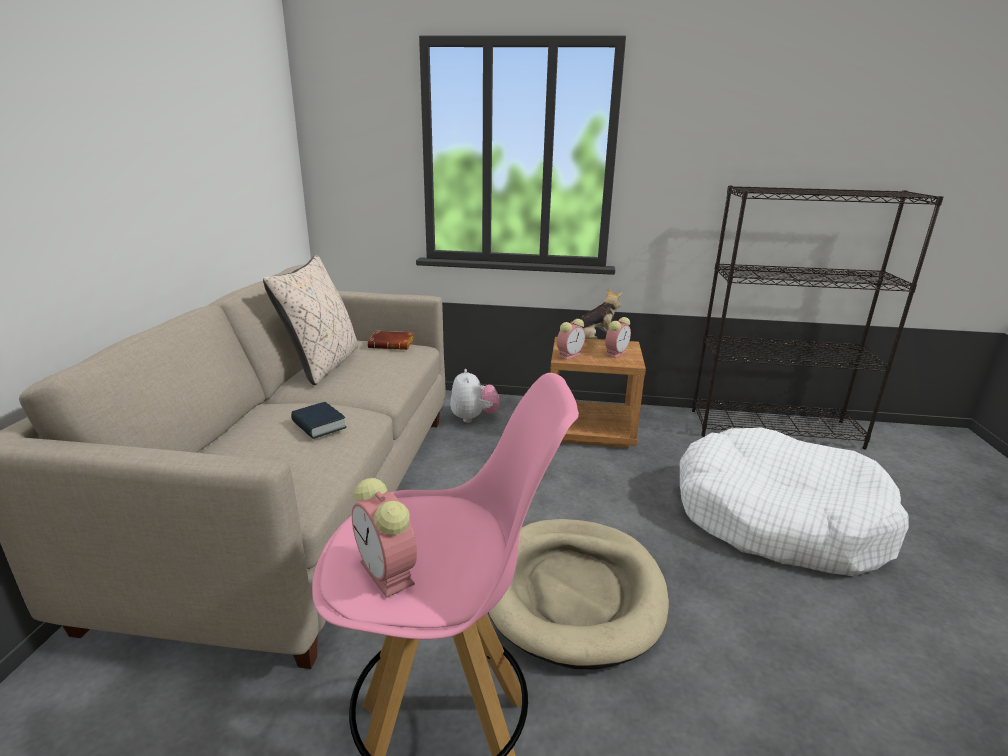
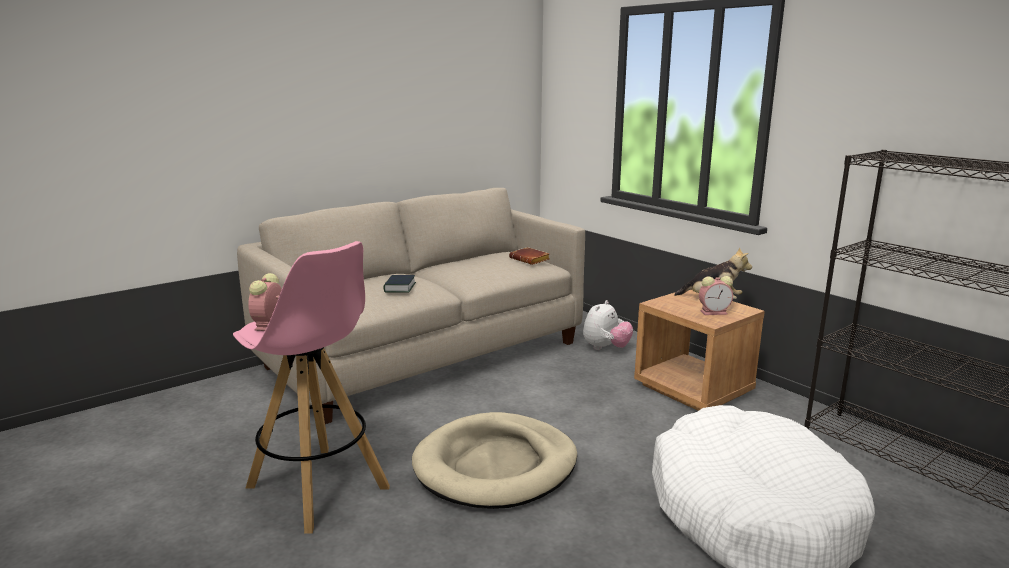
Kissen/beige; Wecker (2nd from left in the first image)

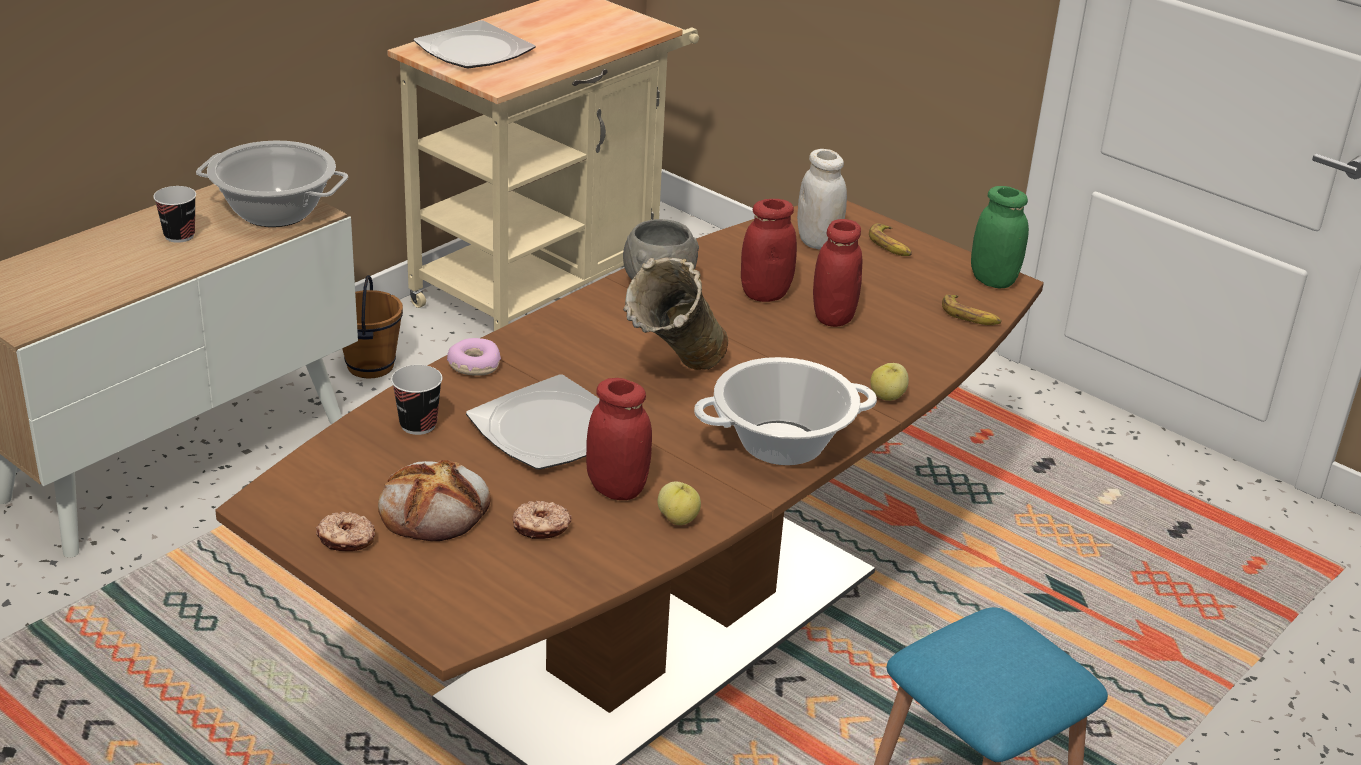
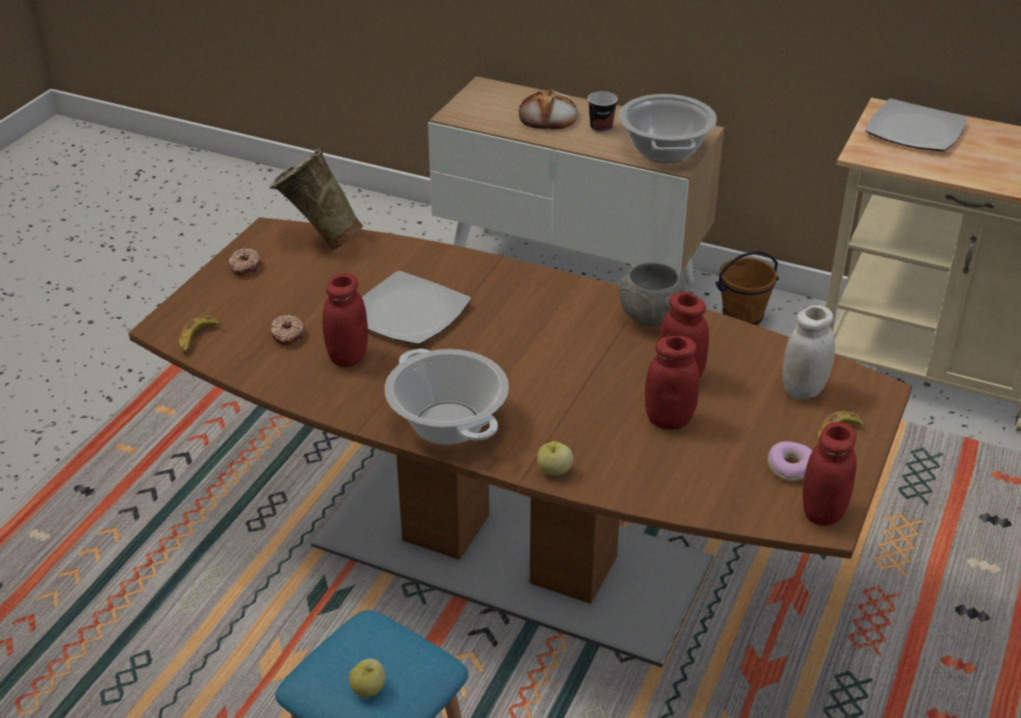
Banane (1st from left); Vase/beige; Apfel (1st from left); Brot; Donut (3rd from left); Vorratsglas/rot (4th from left); Tasse (2nd from left in the first image)

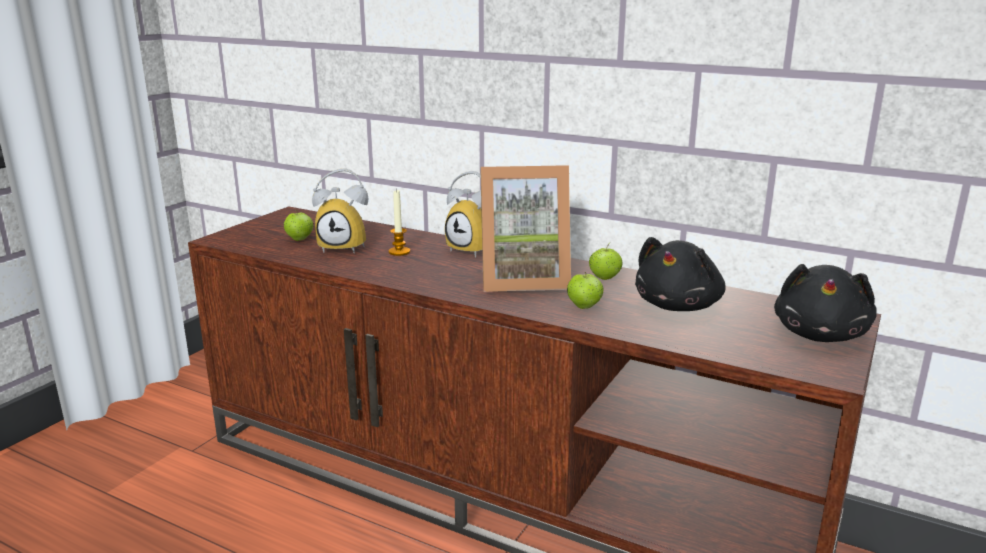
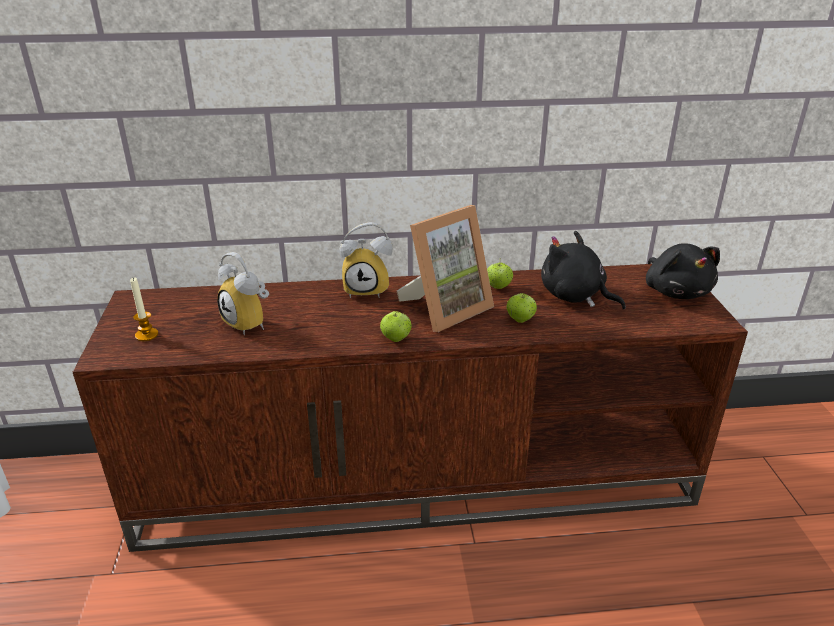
Kerze; Wecker (1st from left); Apfel (1st from left); Plüschtier/schwarz (1st from left)

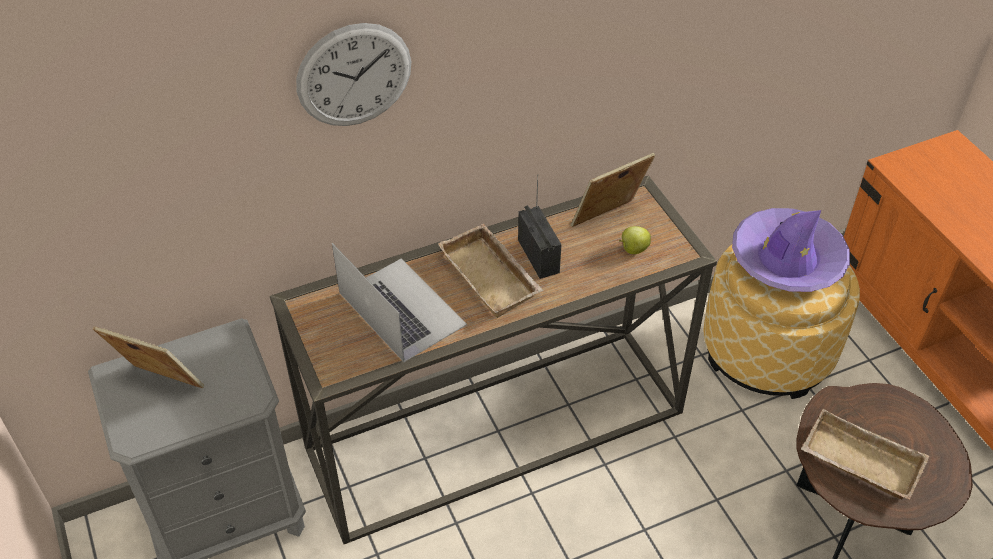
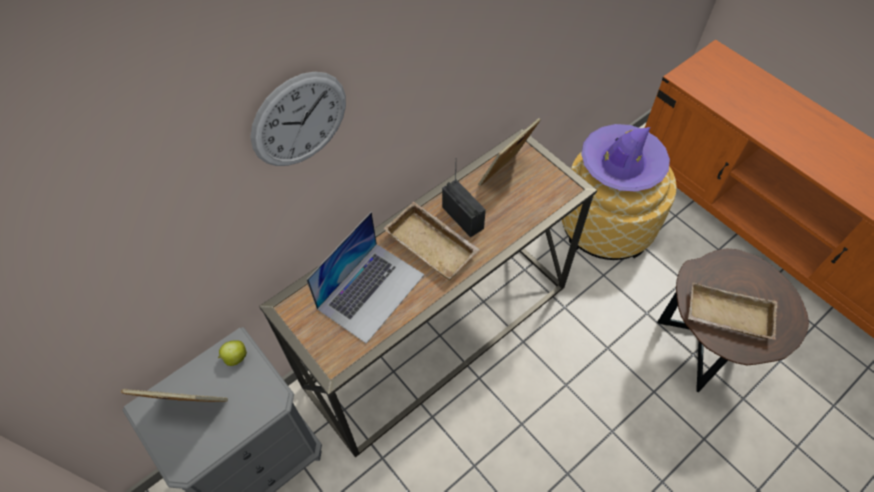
Apfel; Laptop

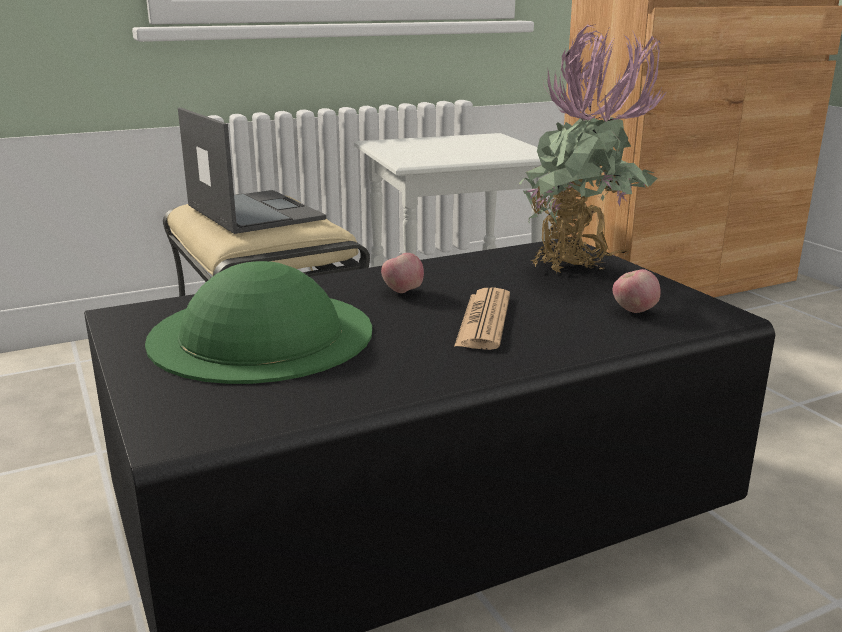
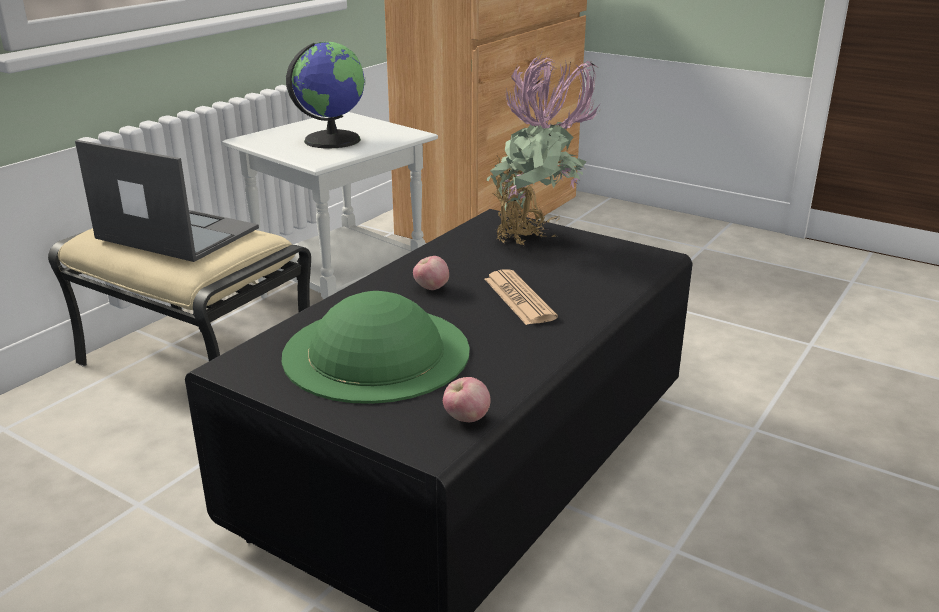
Globus; Apfel (2nd from left)

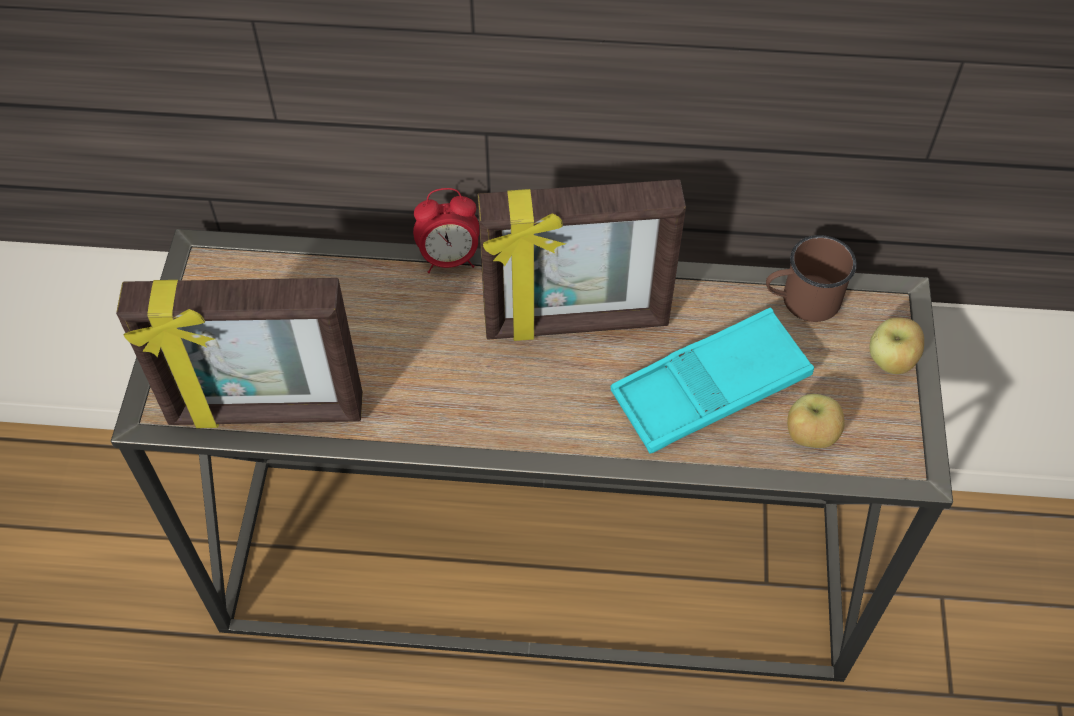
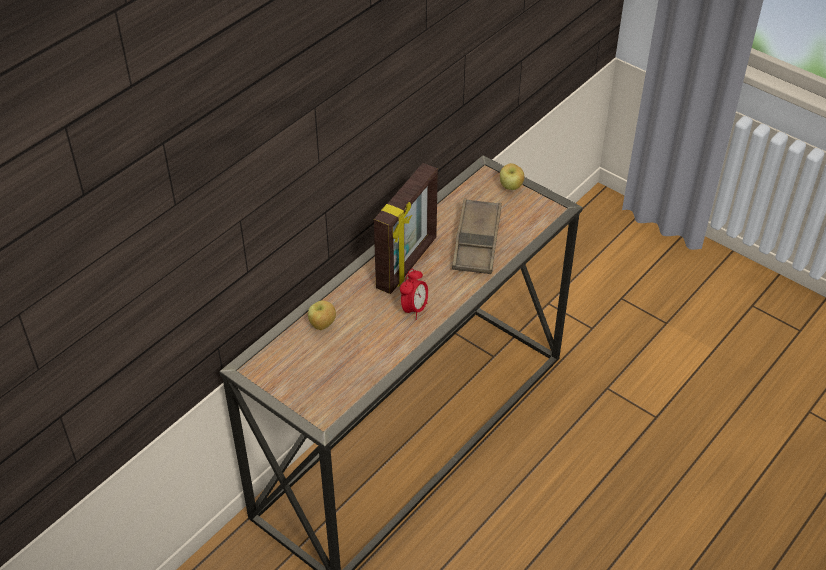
Apfel (1st from left); Wecker; Tablett/braun; Bilderrahmen (1st from left in the first image); Henkelbecher/braun

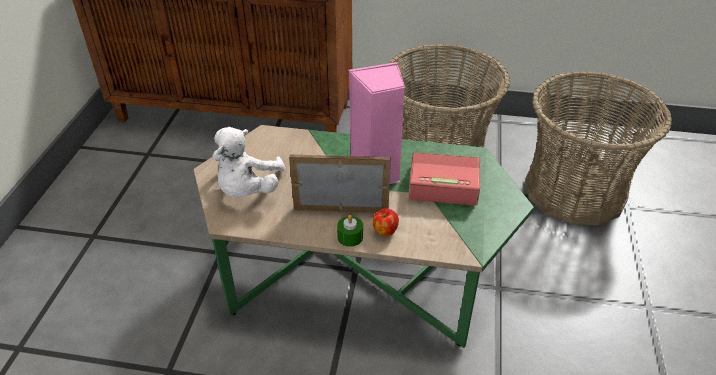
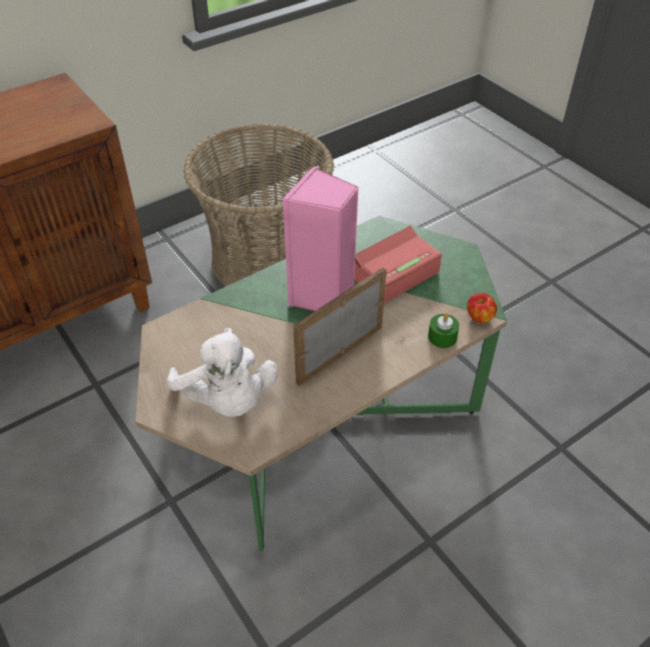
Kerze/grün; Apfel; Korb (2nd from left in the first image)

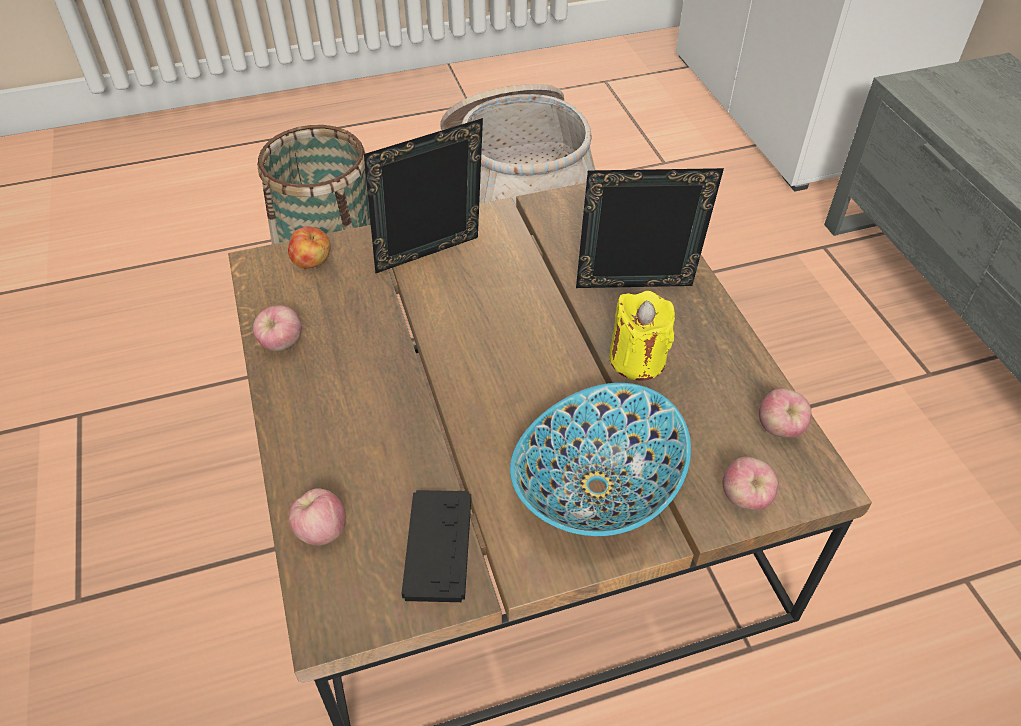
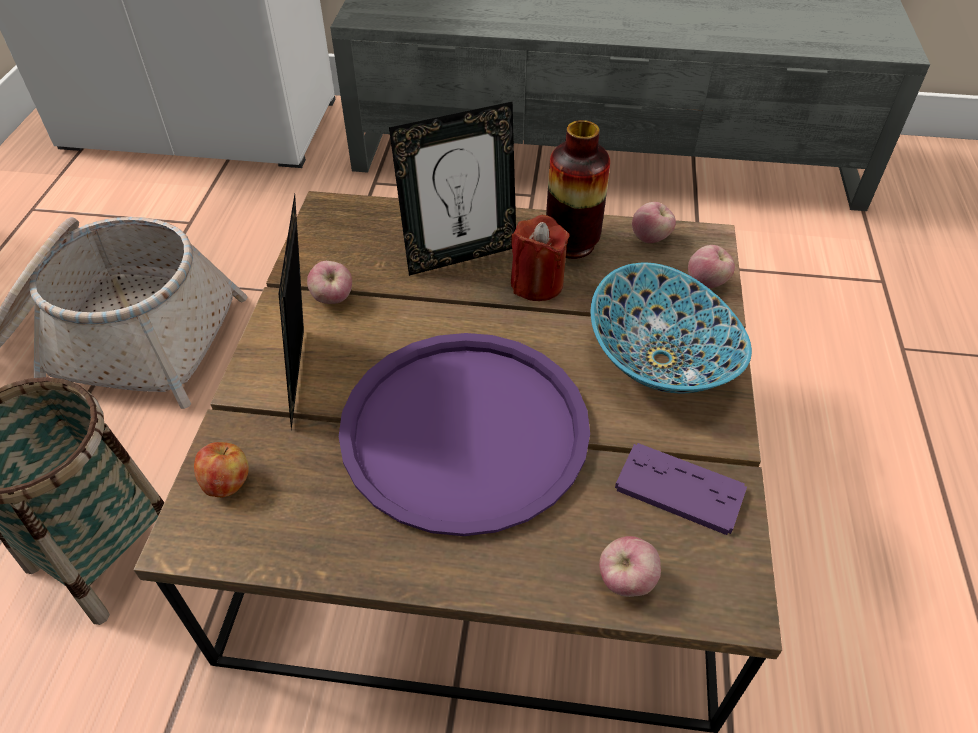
Apfel (2nd from left); Tablett/lila; Bilderrahmen (2nd from left); Kerze/rot; Vase; Gamepad/lila

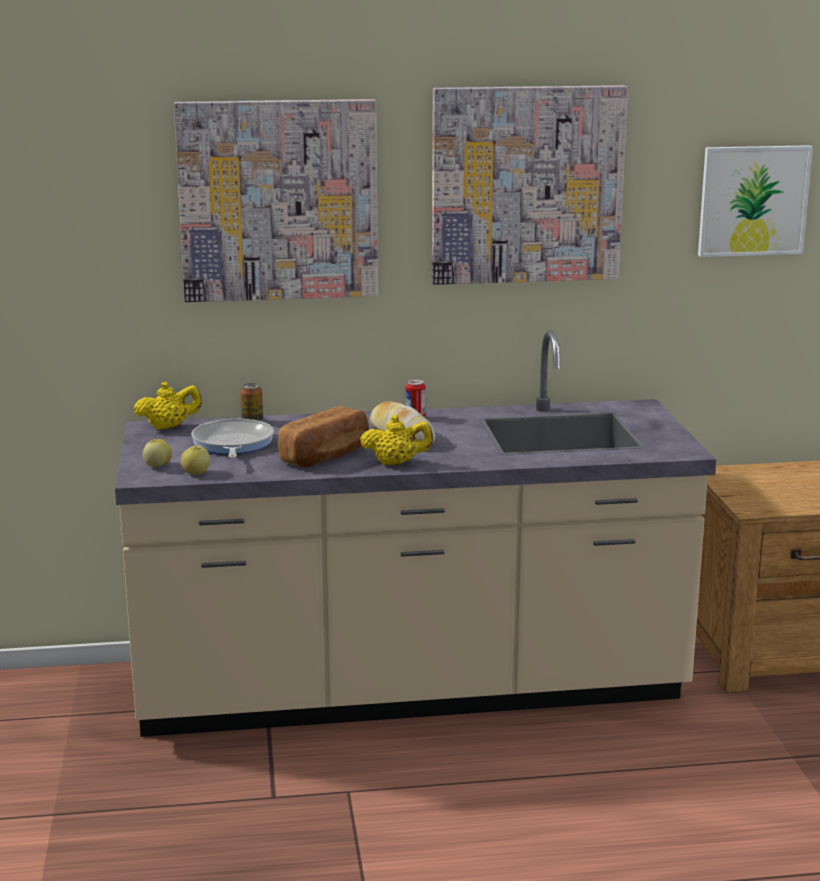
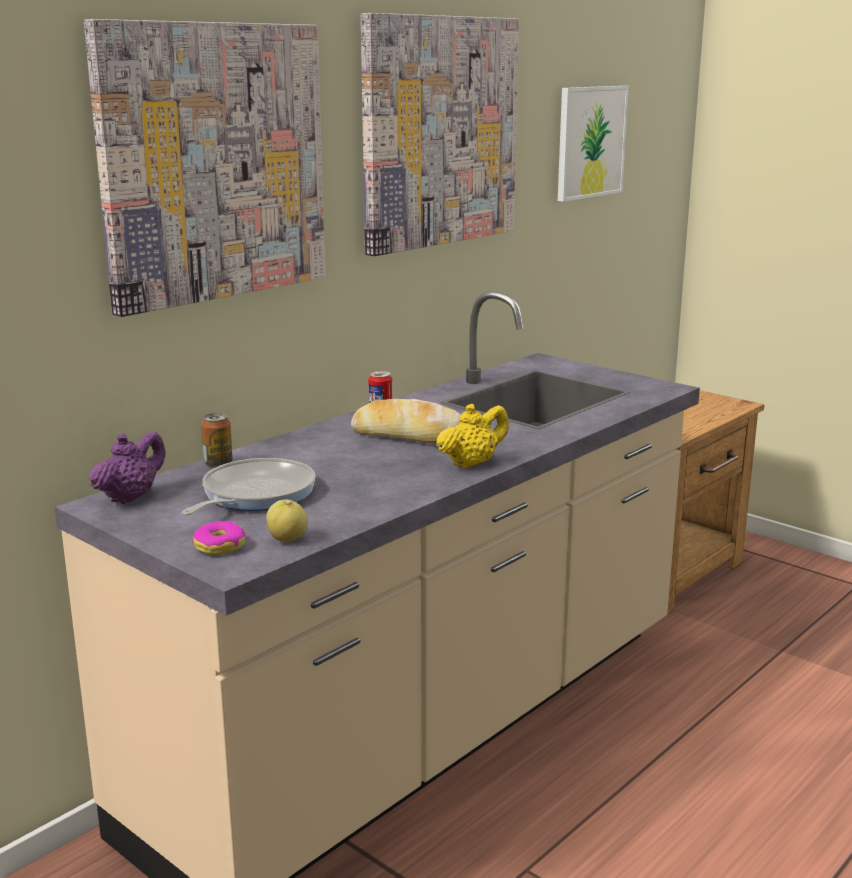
Teekanne/lila; Pfanne; Donut; Brot (1st from left in the first image)

